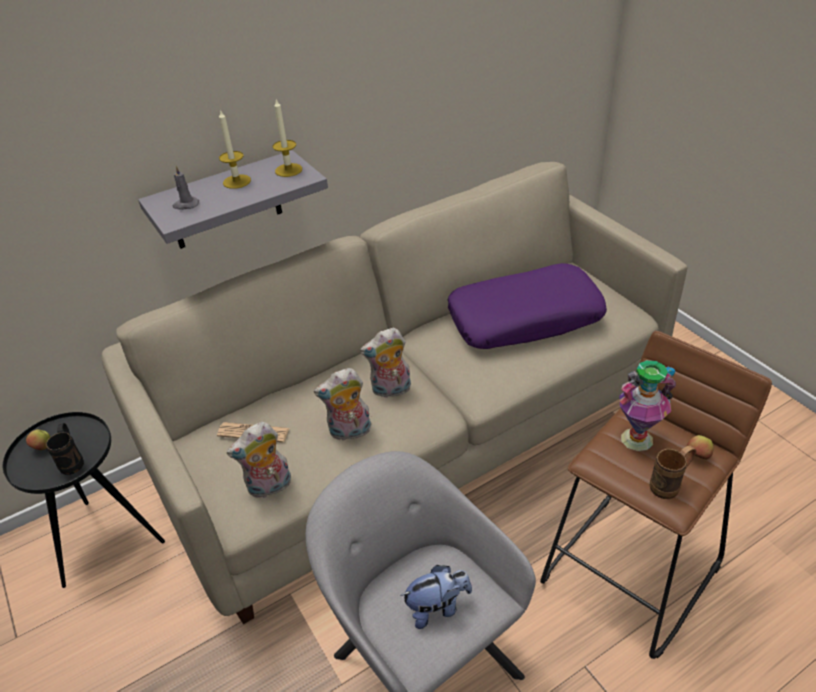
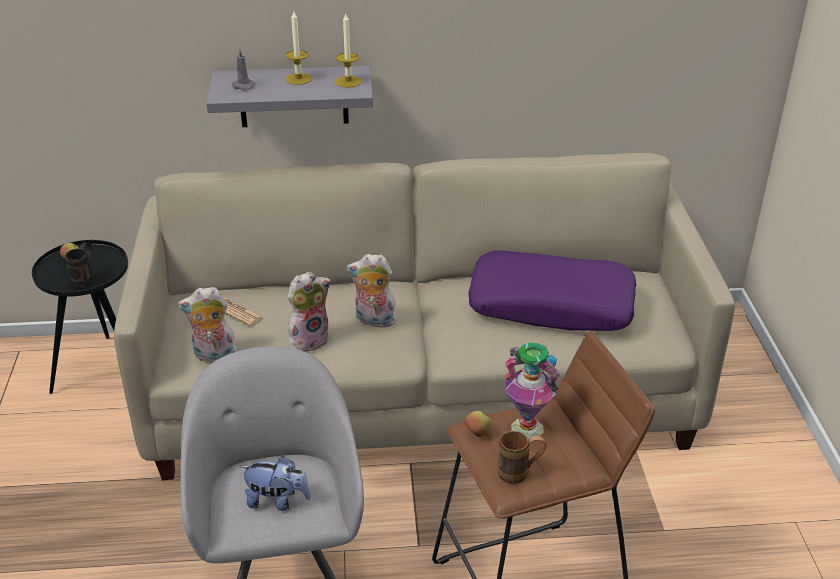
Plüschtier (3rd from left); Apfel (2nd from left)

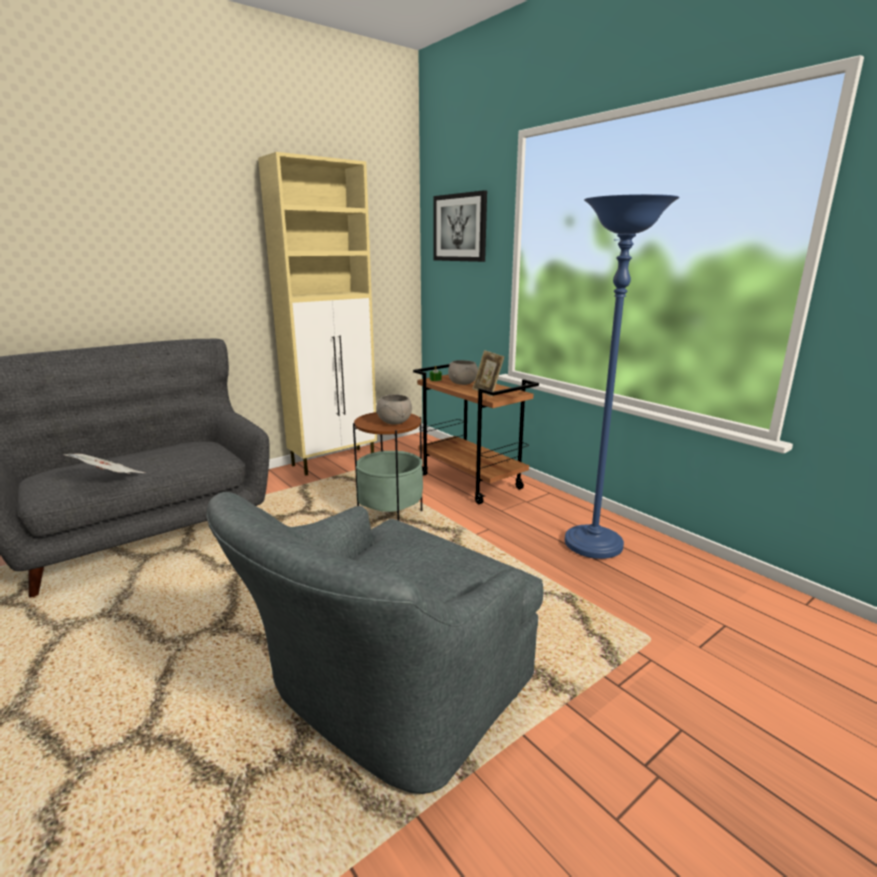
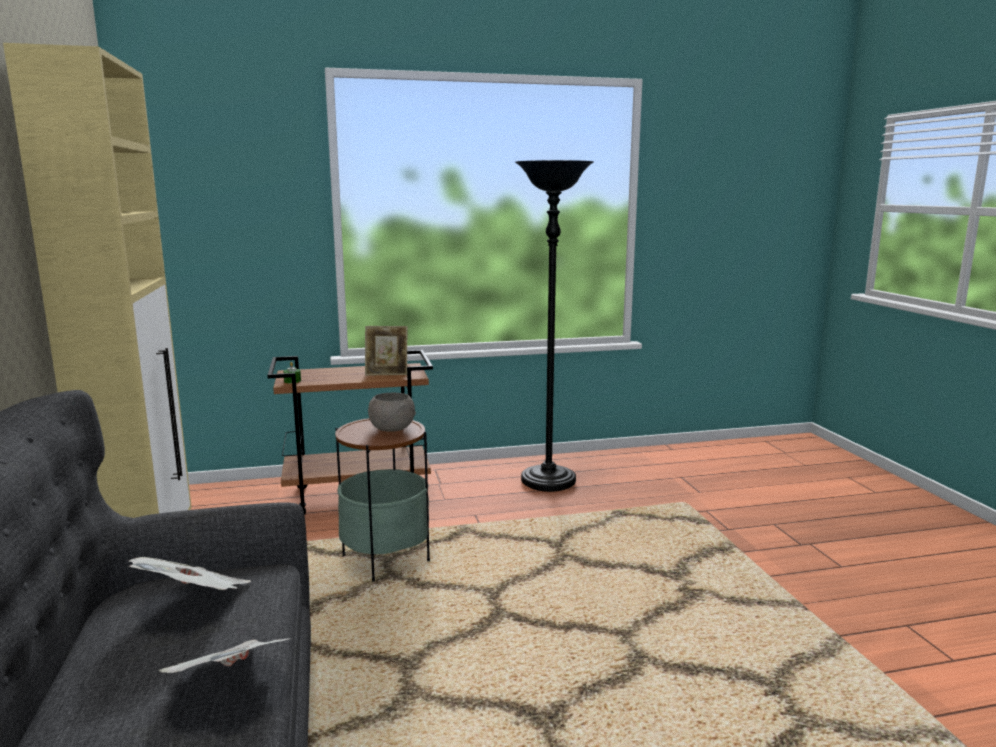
Zeitung (1st from left); Stehlampe/schwarz; Sessel/grau; Bild; Schüssel/grau (2nd from left in the first image)

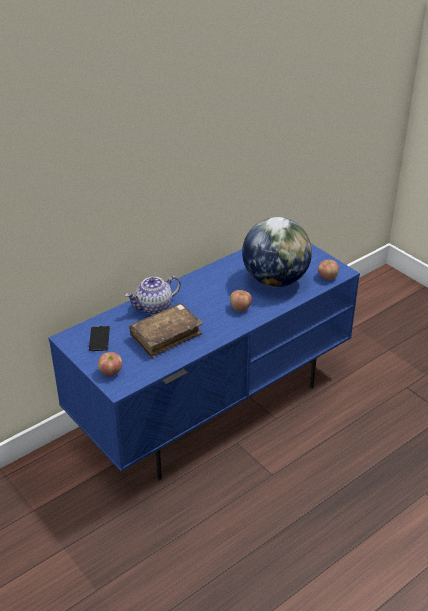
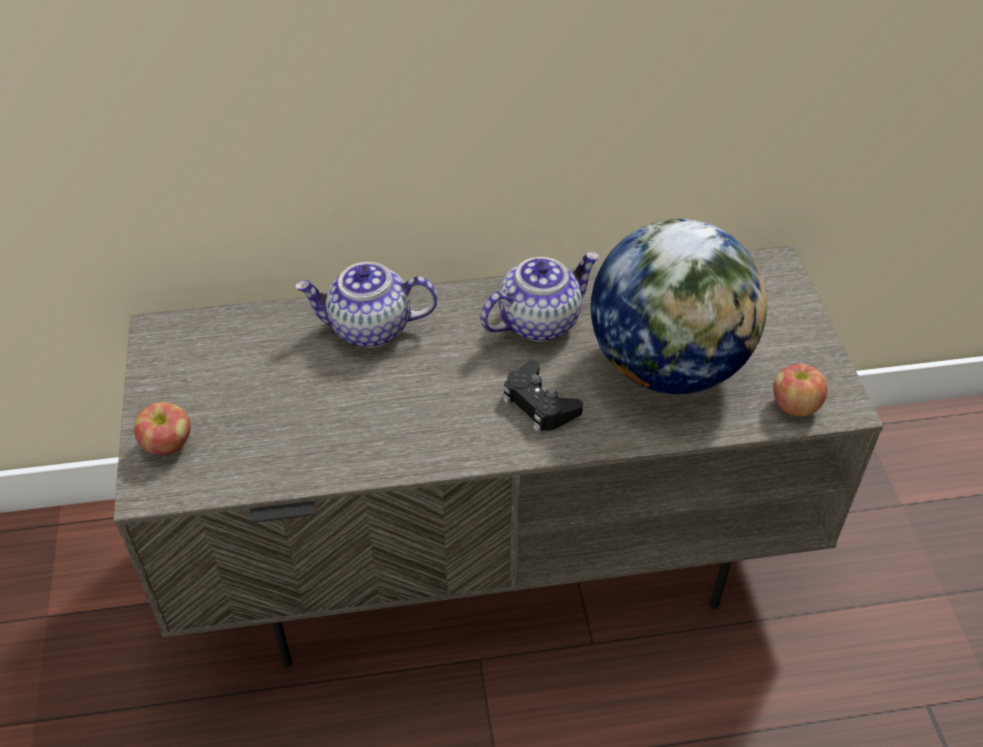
Fernsehschrank/grau; Teekanne (2nd from left); Gamepad/schwarz; Handy; Buch/braun

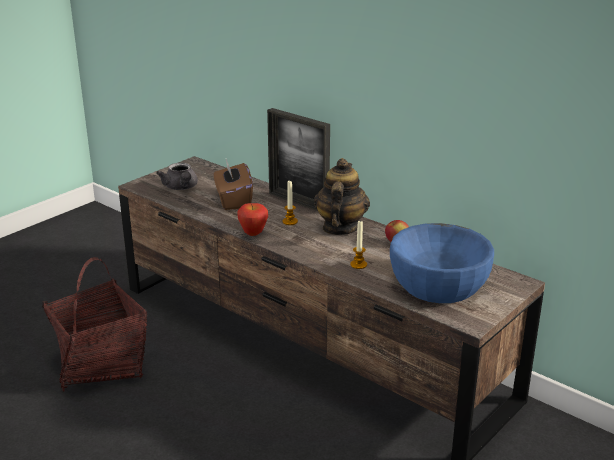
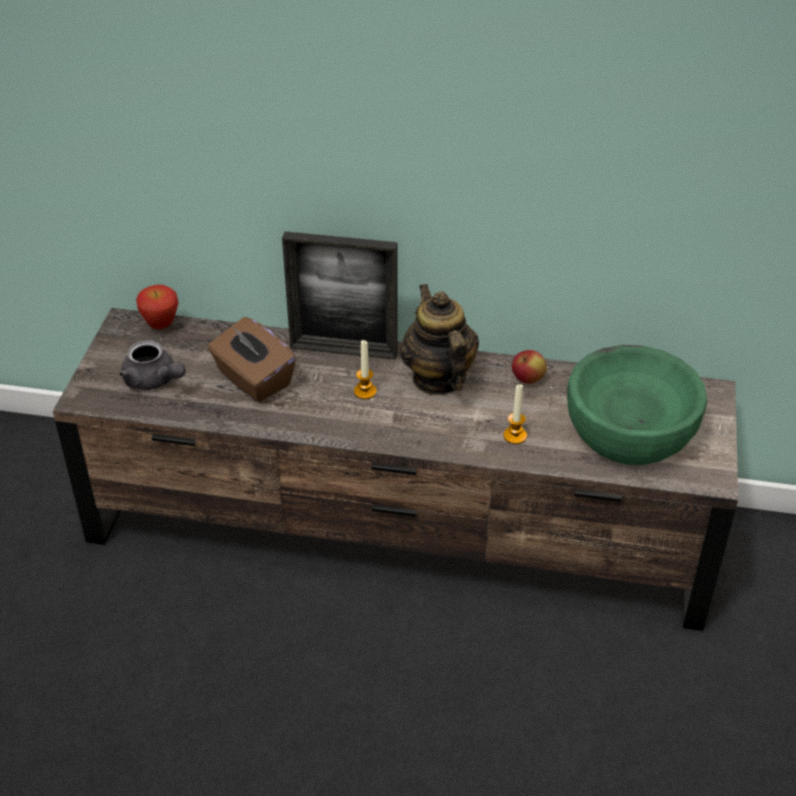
Apfel (1st from left); Schüssel/grün; Korb

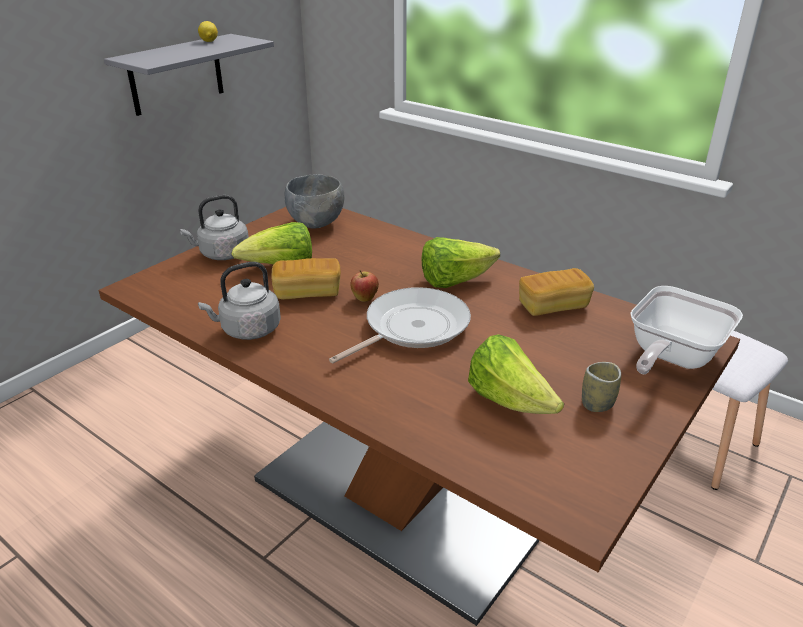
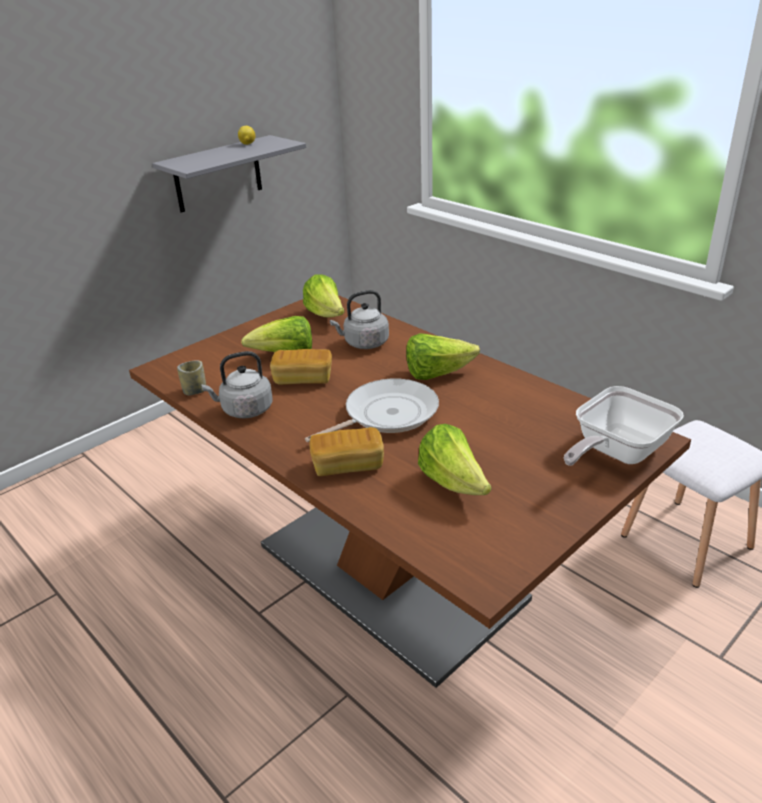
Tasse; Salatkopf (2nd from left); Brot (2nd from left); Wasserkessel/grau (2nd from left); Apfel

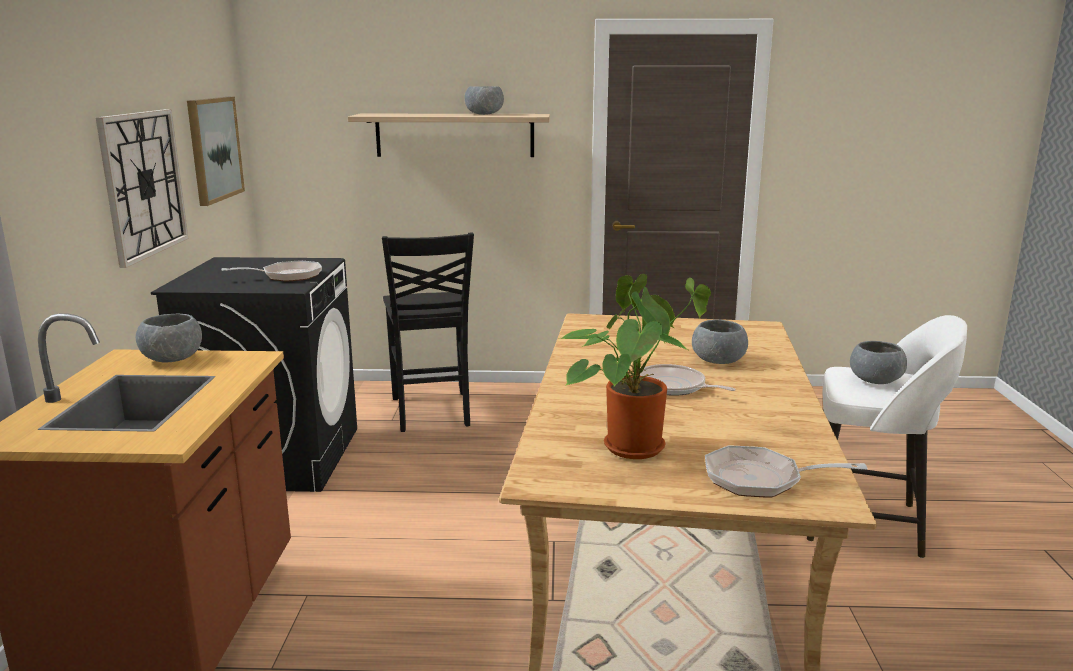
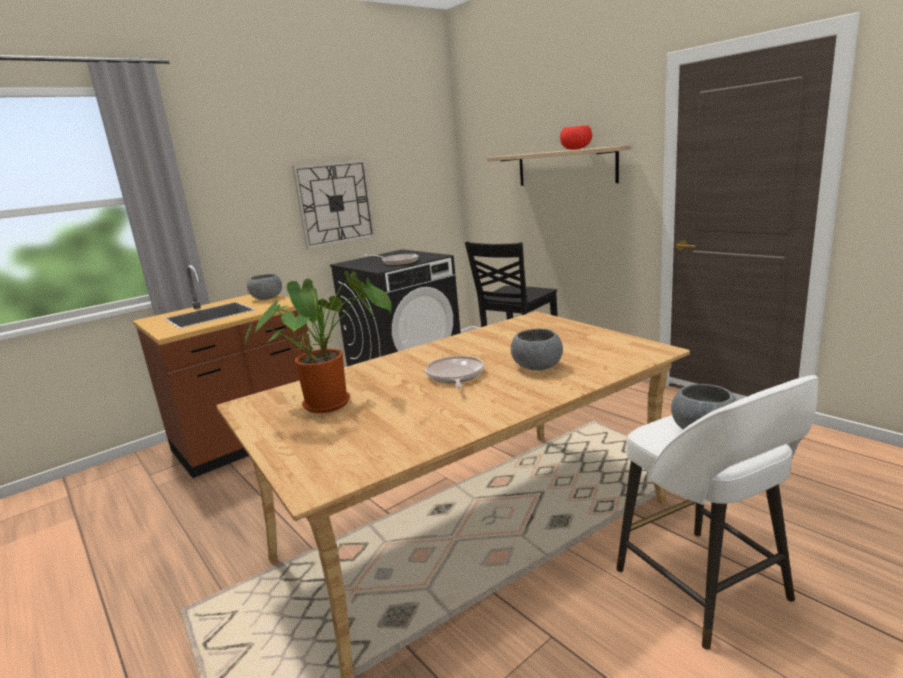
Schüssel/rot; Bild; Pfanne (3rd from left in the first image)

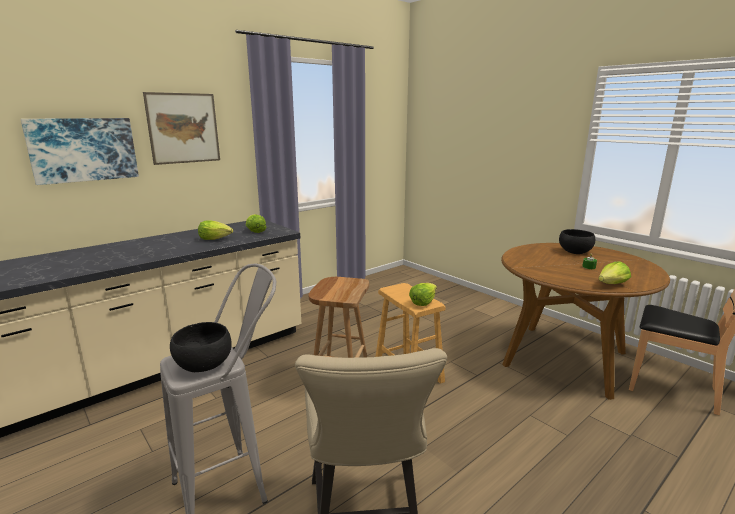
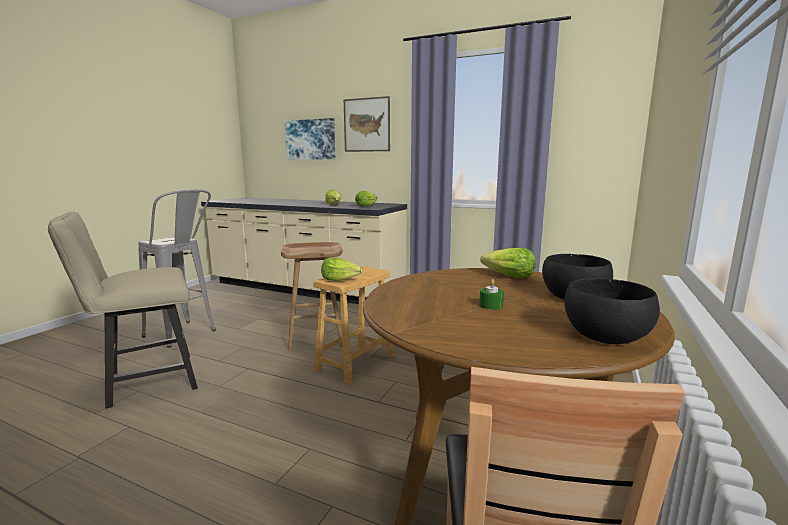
Salatkopf (4th from left); Schüssel/schwarz (2nd from left)

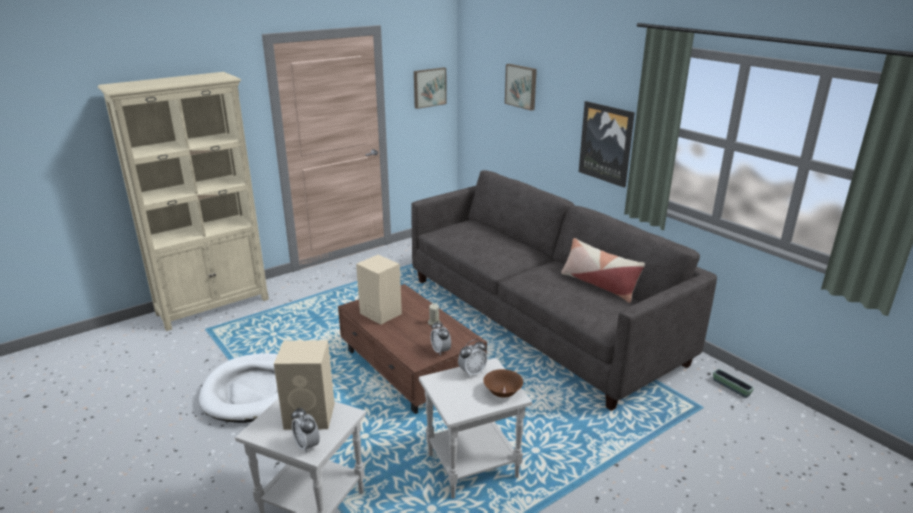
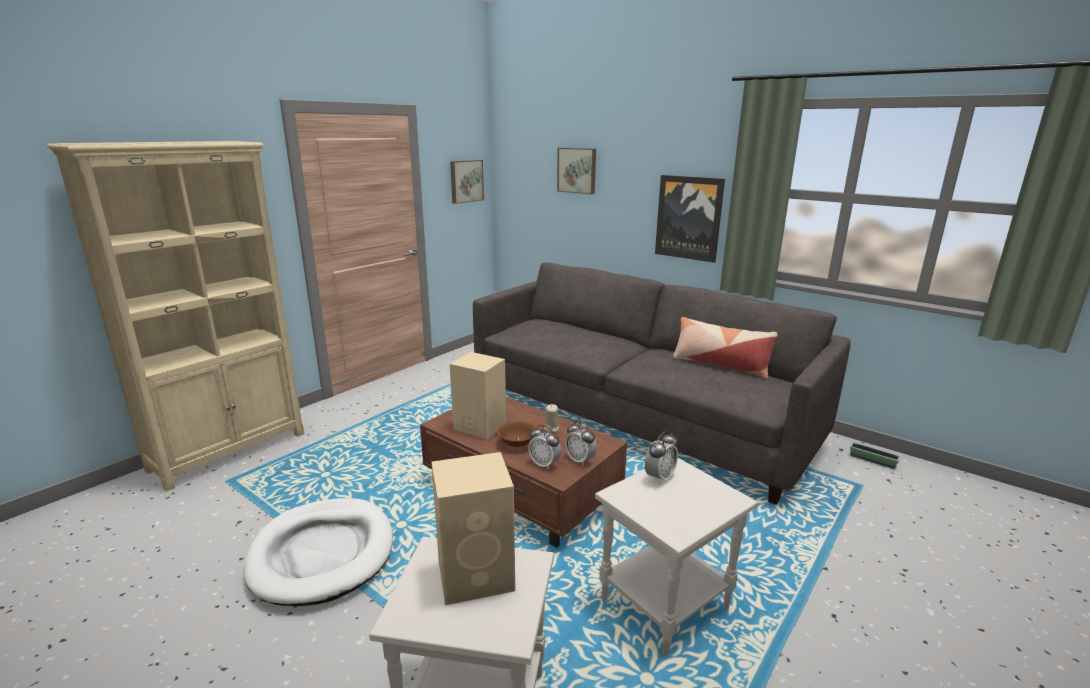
Schüssel/braun; Wecker (1st from left)

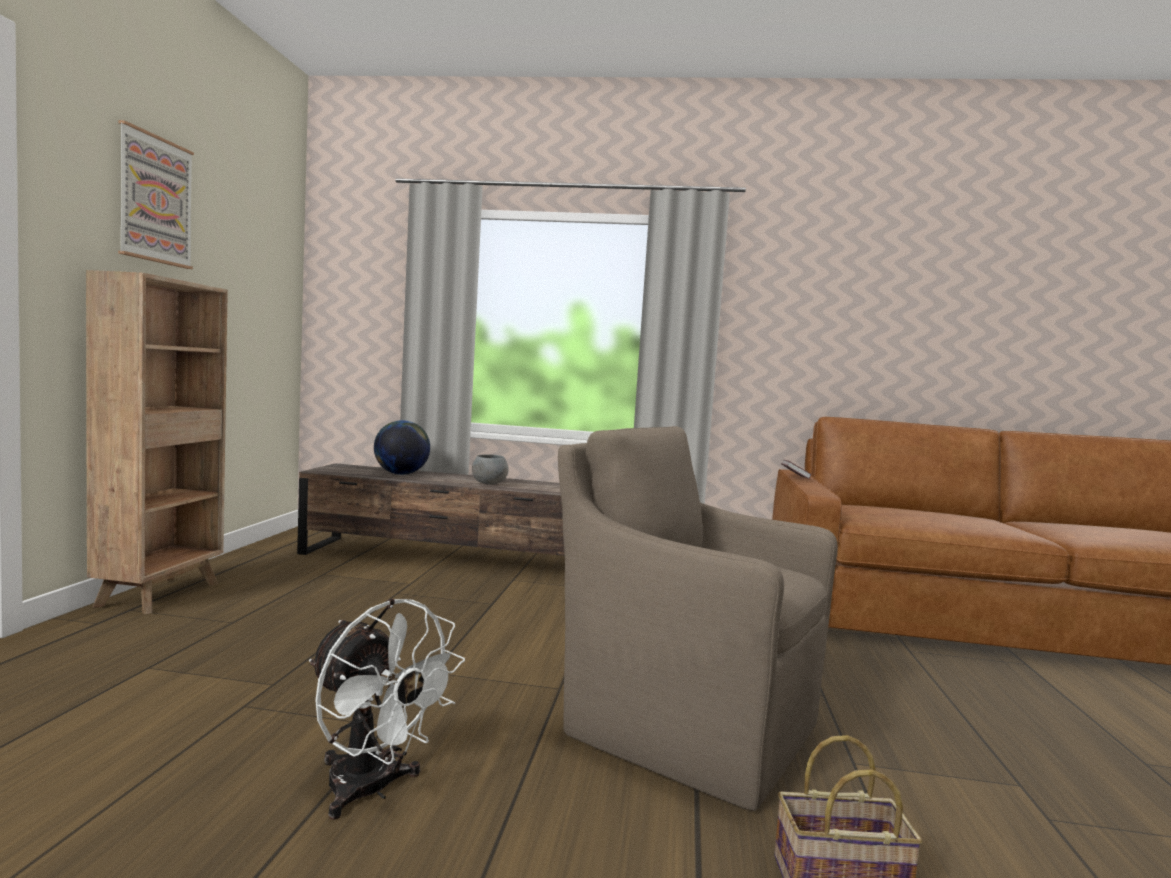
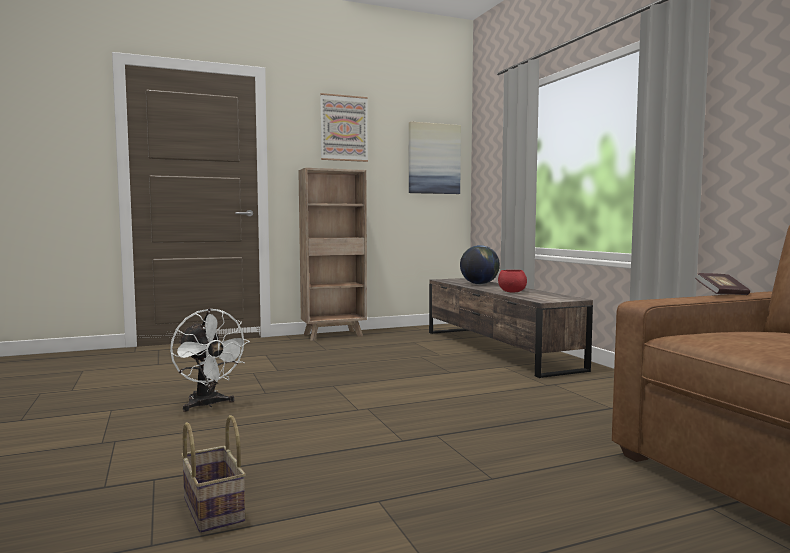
Ventilator/weiß; Bild (2nd from left); Schüssel/rot; Sessel/braun

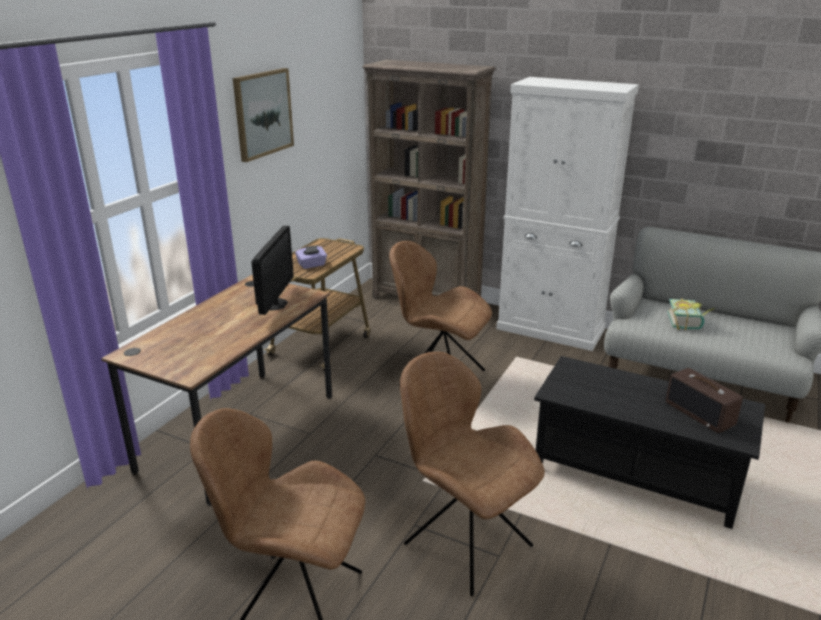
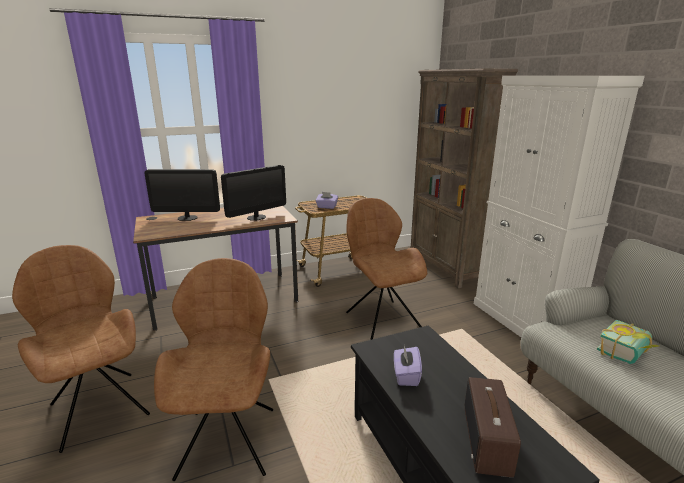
Monitor (1st from left); Taschentuchbox/lila (2nd from left); Bild

